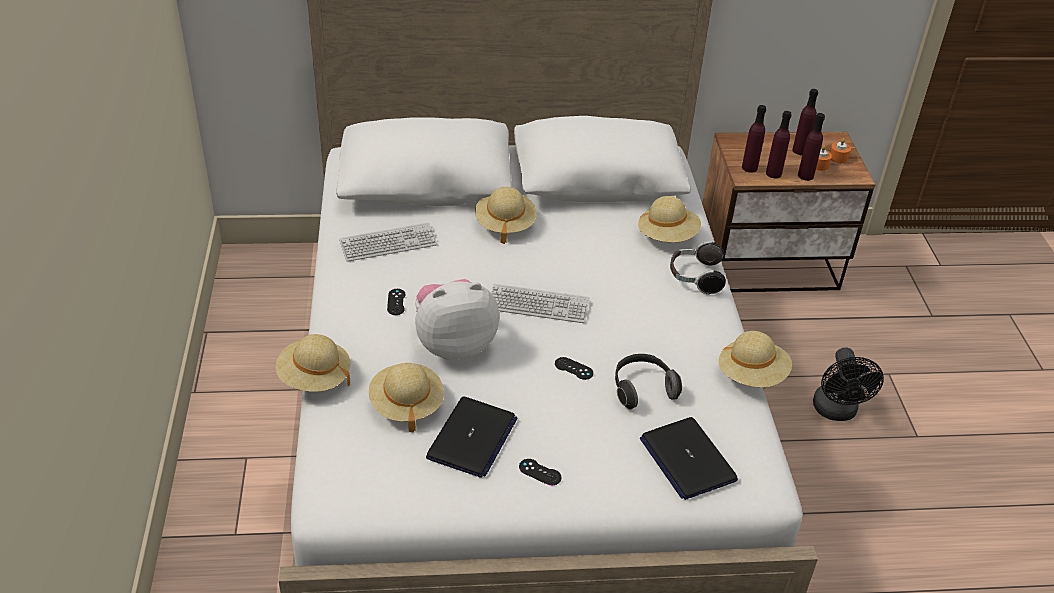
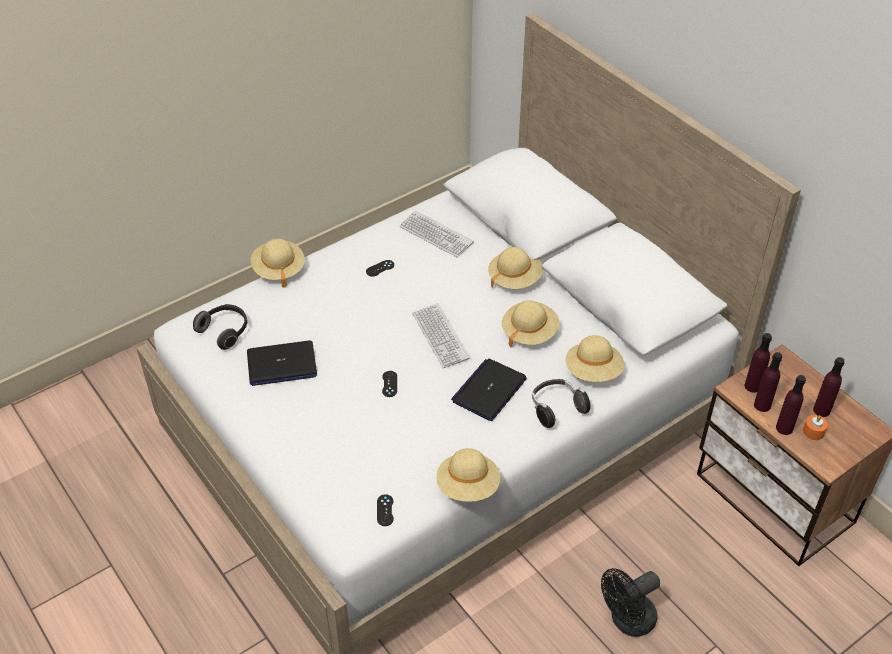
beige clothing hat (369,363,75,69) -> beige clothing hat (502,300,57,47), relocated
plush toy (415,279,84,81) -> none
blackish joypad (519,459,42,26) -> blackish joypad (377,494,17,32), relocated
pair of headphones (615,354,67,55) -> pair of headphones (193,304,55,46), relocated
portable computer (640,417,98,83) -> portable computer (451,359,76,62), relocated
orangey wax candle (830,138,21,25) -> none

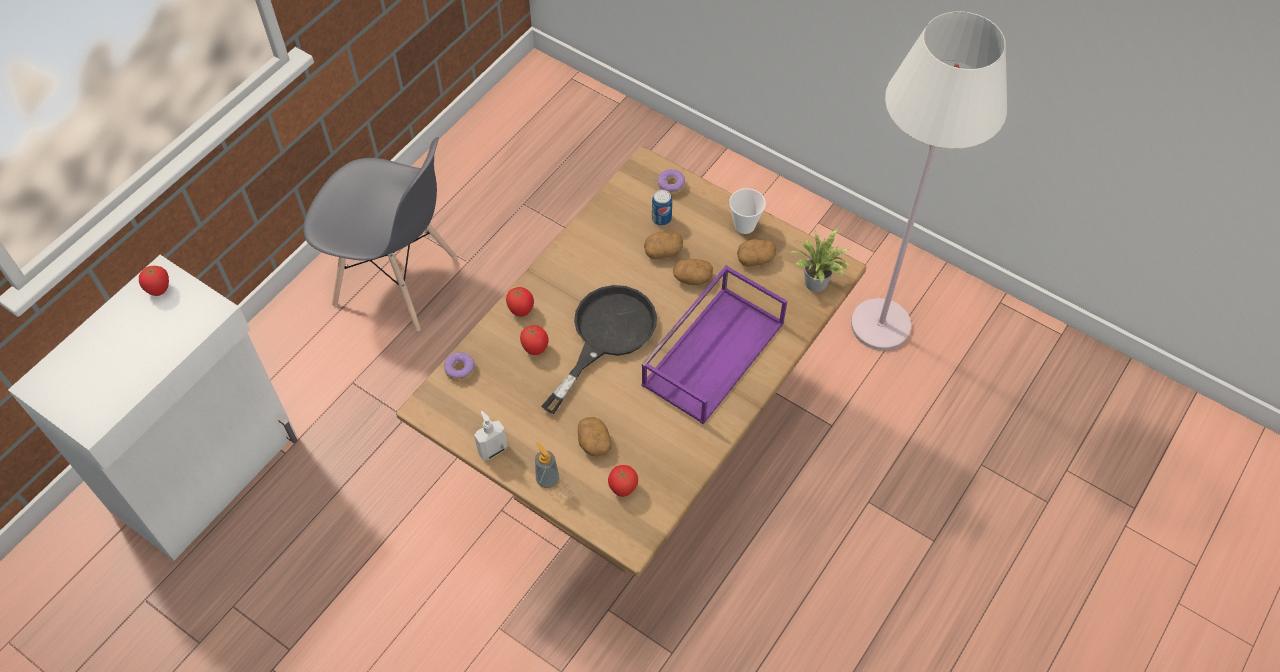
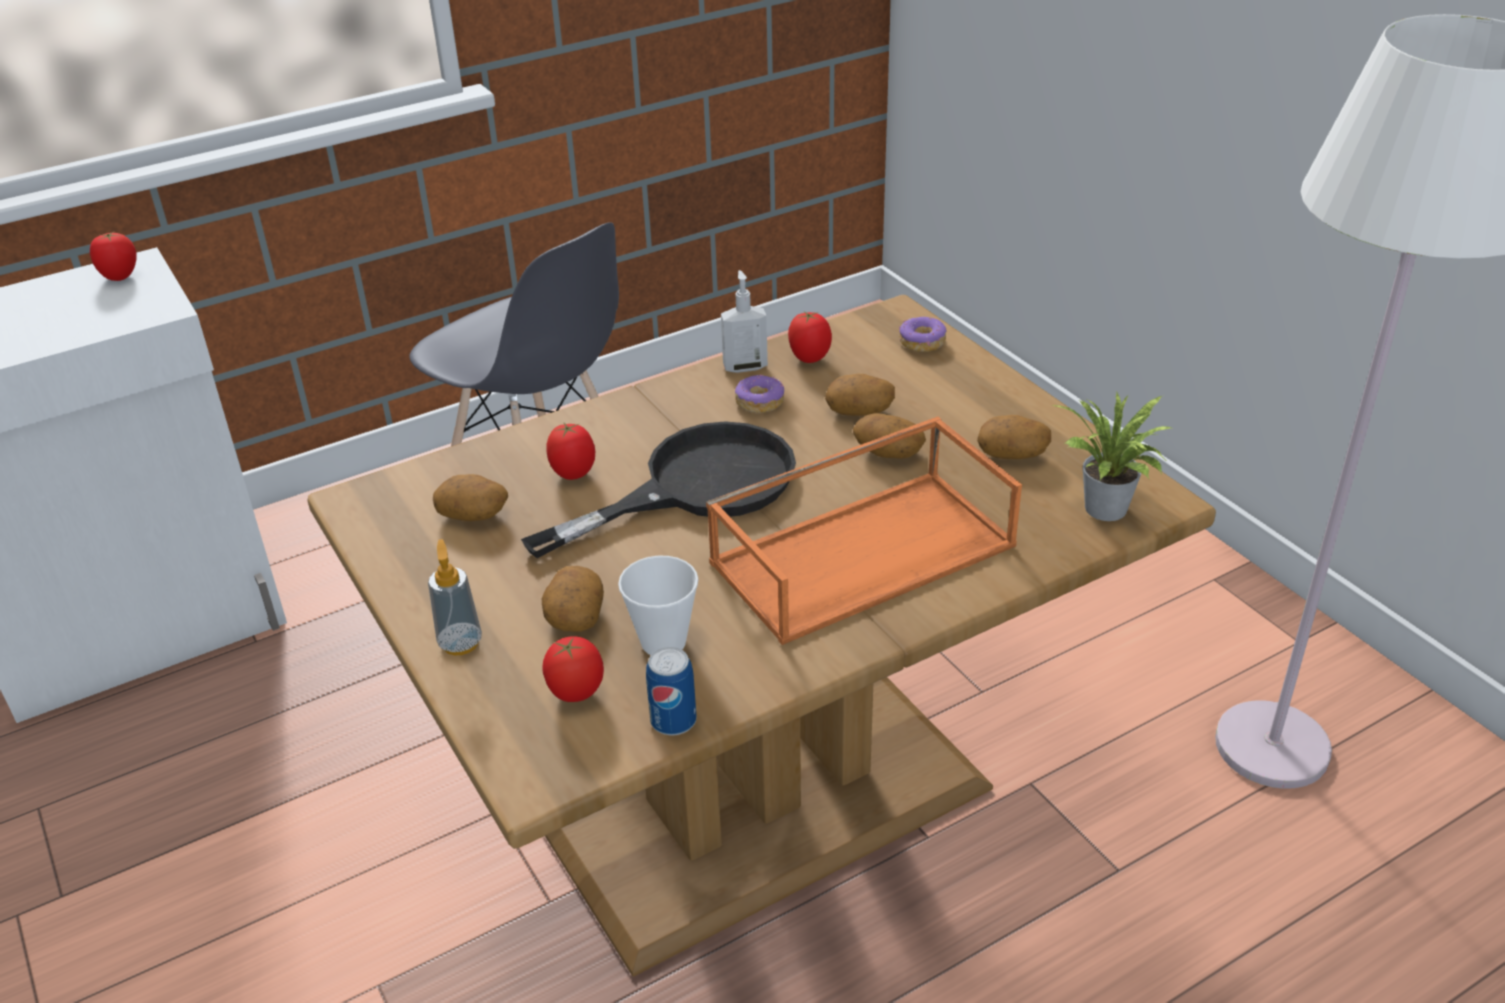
doughnut (444,352,31,29) -> doughnut (735,375,49,38), relocated
liquid soap bottle (474,411,34,49) -> liquid soap bottle (721,270,47,103), relocated
tomato (506,287,28,30) -> tomato (788,312,44,51), relocated
purple-coloured serving tray (641,265,146,159) -> orangey serving tray (706,417,316,228)
sealed can (652,190,20,36) -> sealed can (646,647,50,89), relocated
small cup (729,188,37,46) -> small cup (618,556,81,99), relocated
none -> potato (433,474,75,47)

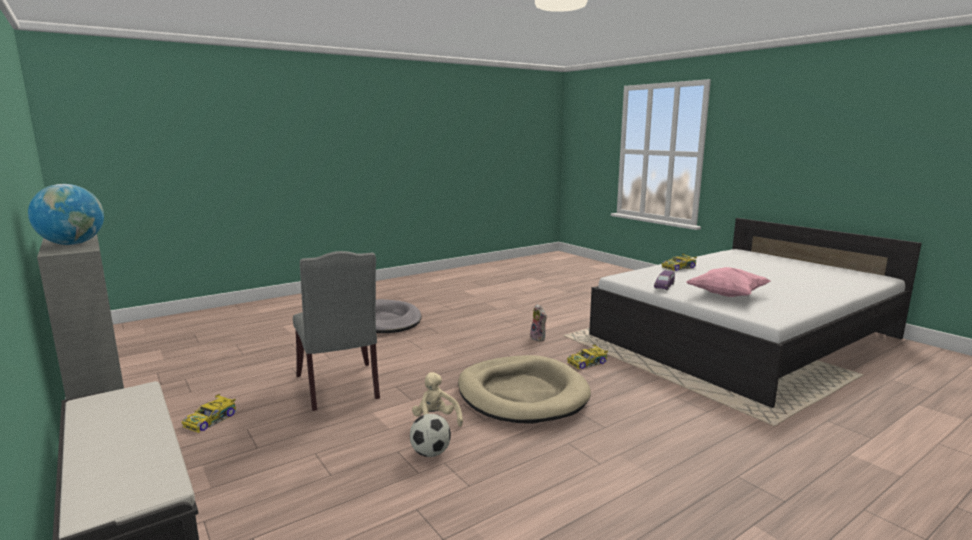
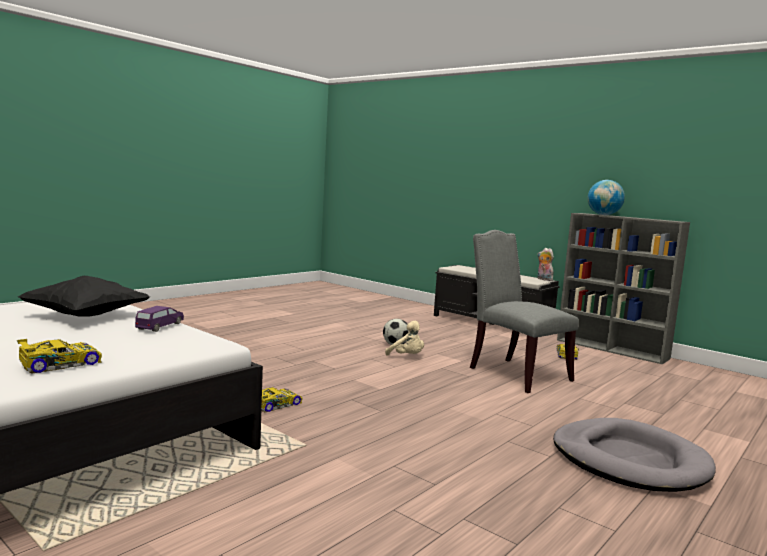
beige dog bed (458,355,133,69) -> none
plush toy (530,304,17,37) -> plush toy (537,248,17,33), relocated
pink-coloured cushion (687,267,83,30) -> blackish cushion (18,276,132,41)

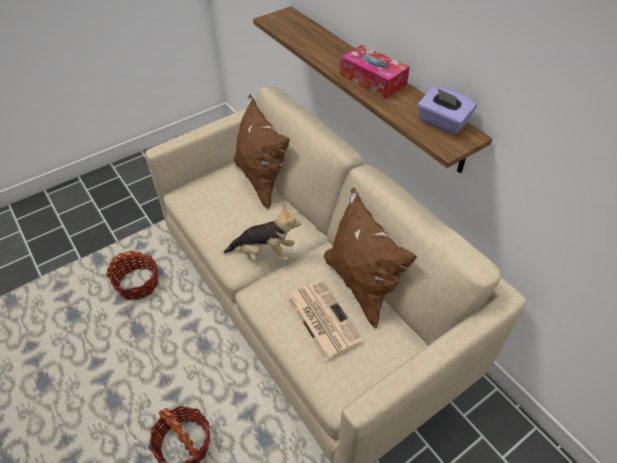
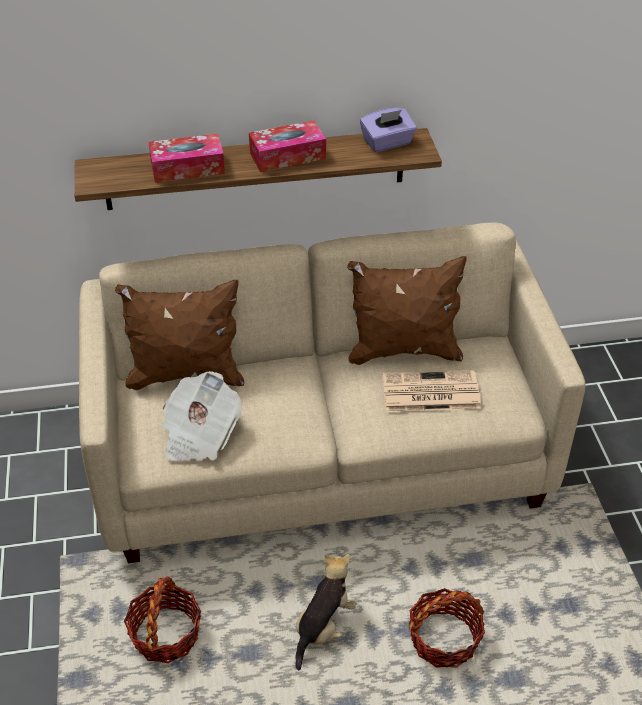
plush toy (224,205,77,56) -> plush toy (295,553,61,117), relocated
none -> box of tissues (149,134,76,48)
none -> newspaper (162,371,80,90)

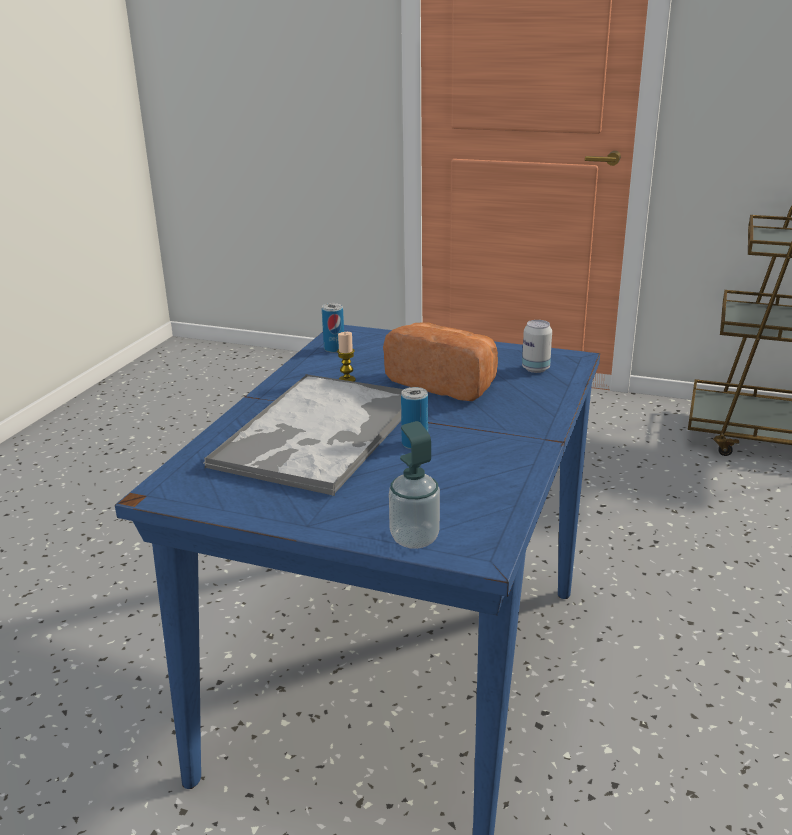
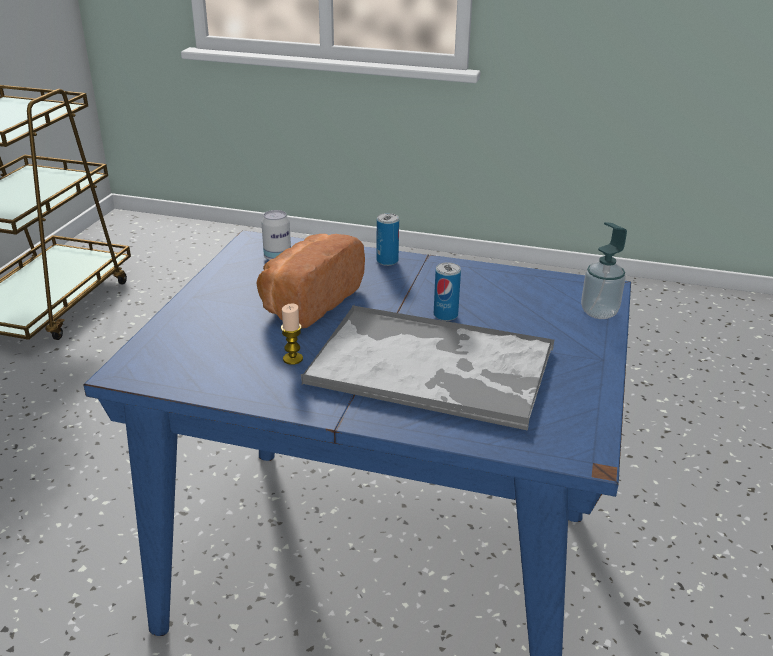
sealed can (322,303,22,50) -> sealed can (377,213,22,53), relocated

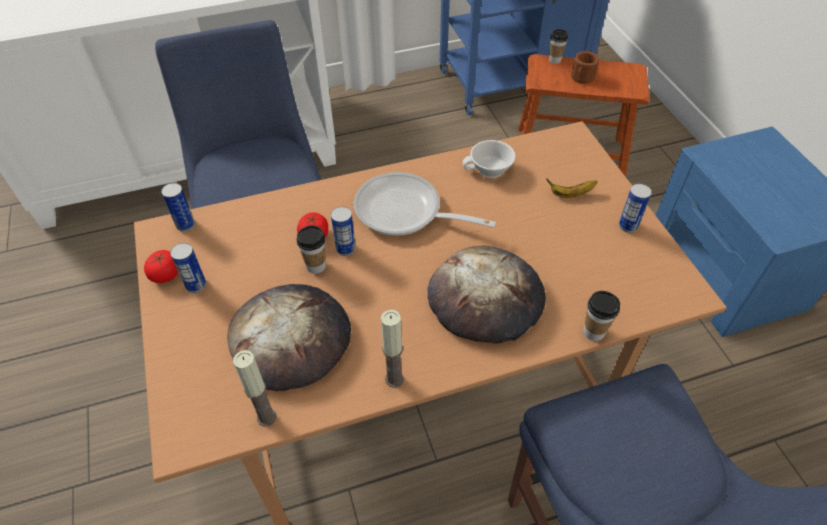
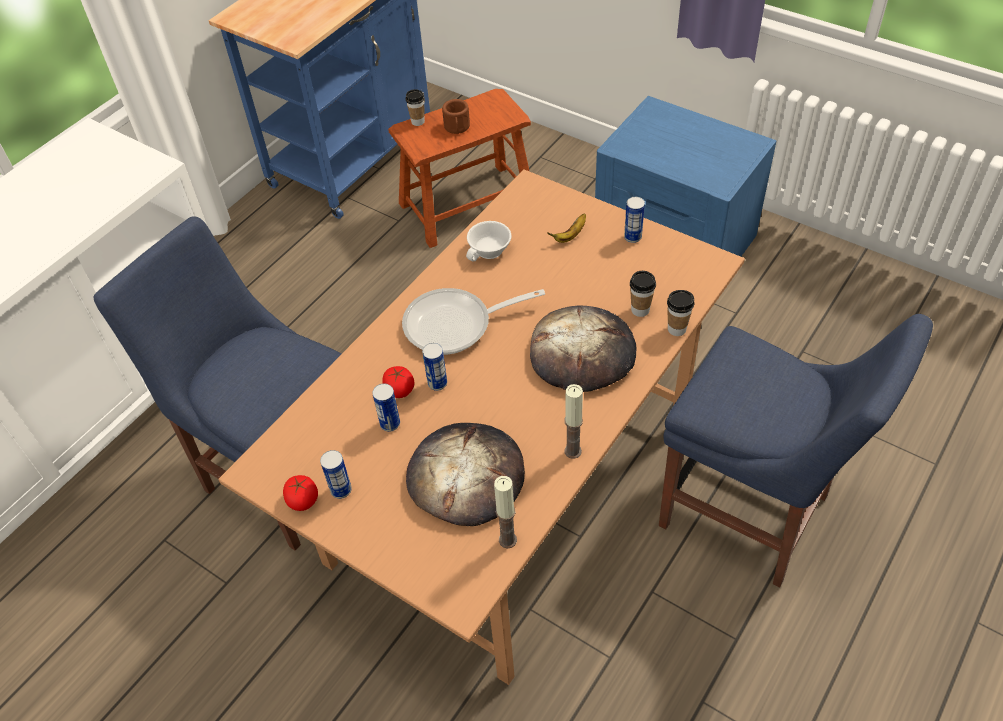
sealed can (161,183,34,49) -> sealed can (372,384,28,48), relocated
small cup (297,225,29,49) -> small cup (630,271,26,46), relocated

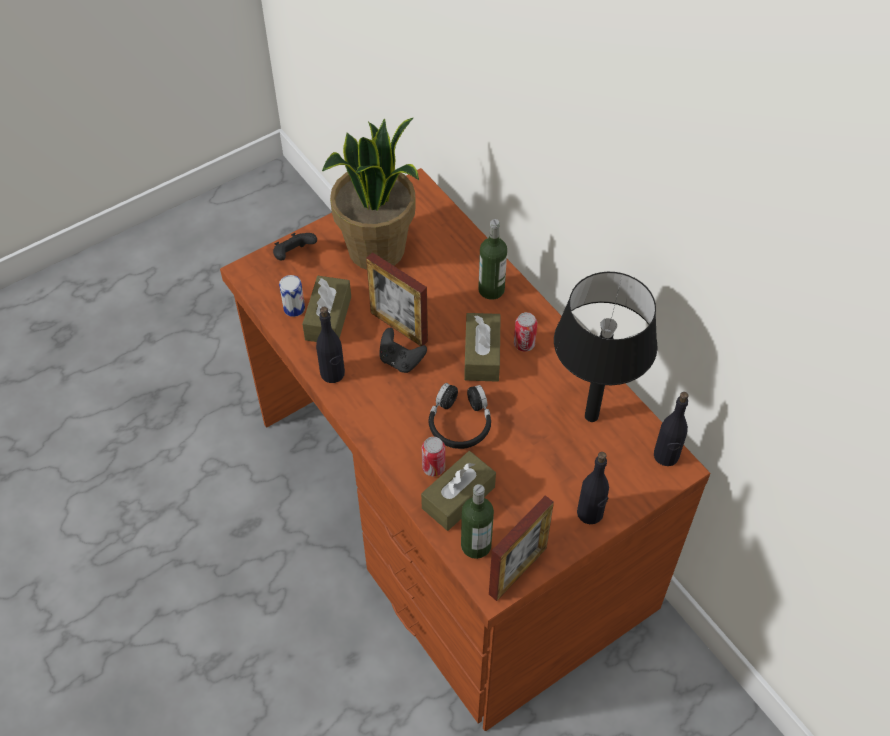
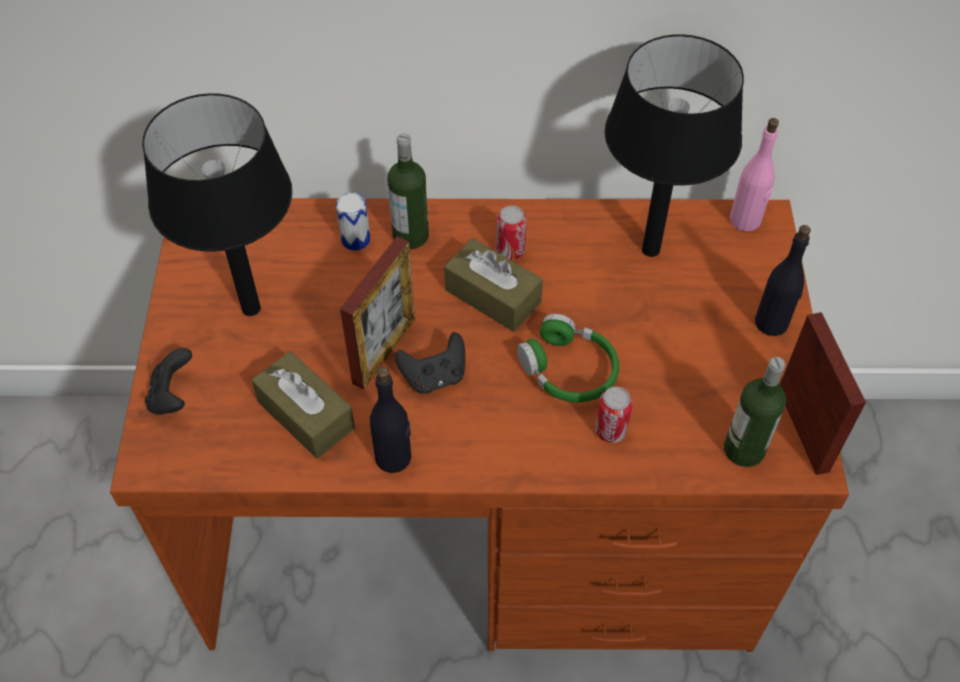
sealed can (279,275,26,42) -> sealed can (336,192,34,59), relocated
houseplant (322,118,97,152) -> blackish lamp for a table (142,93,150,223)
photo frame (366,252,62,94) -> photo frame (340,236,75,153), 45 degrees counterclockwise
brown-coloured box of tissues (421,451,75,80) -> none
blackish pair of headphones (429,383,62,66) -> green-coloured pair of headphones (517,314,102,88)
blackish bottle (654,392,34,74) -> pink-coloured bottle (730,118,49,113)

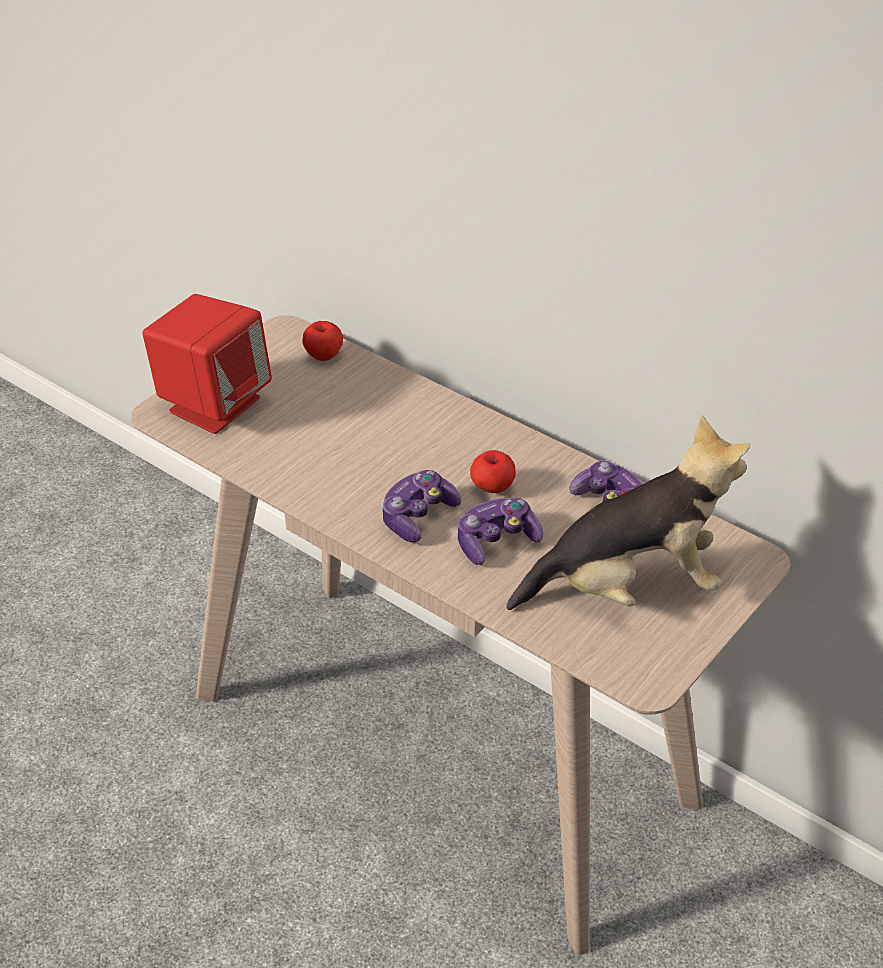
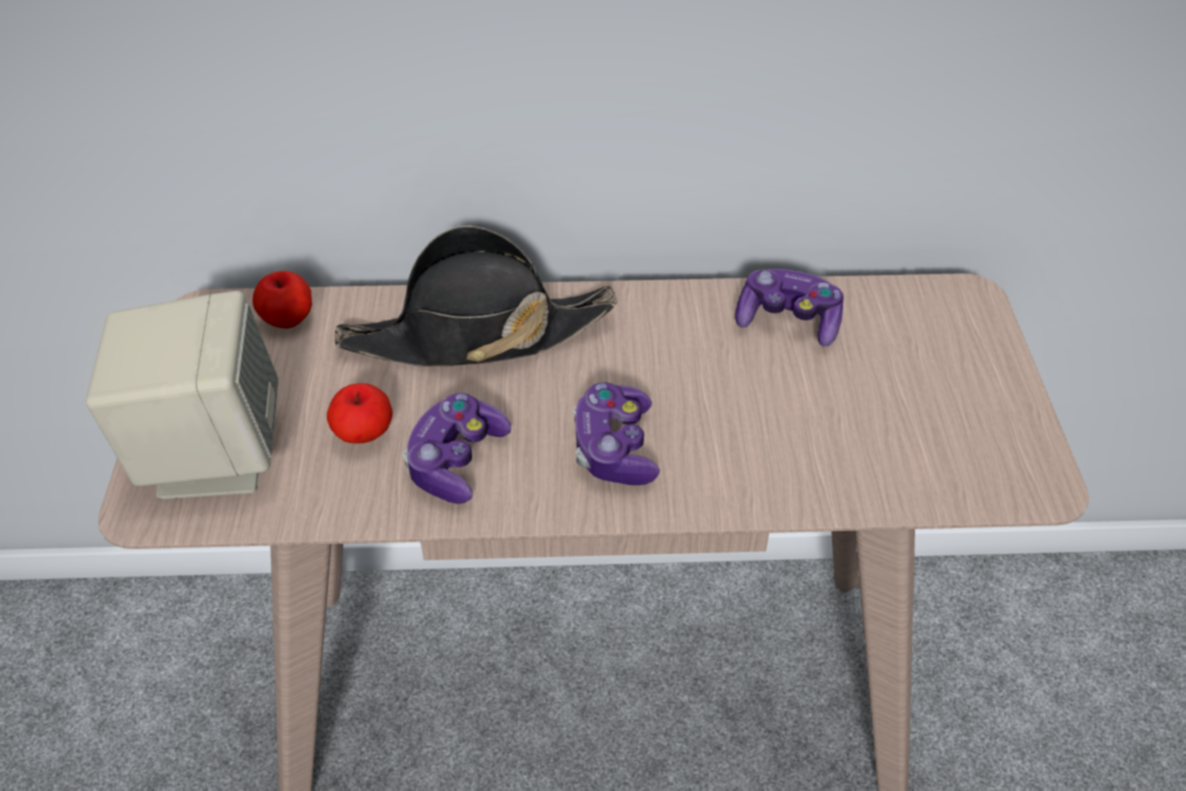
reddish speaker (142,294,130,140) -> beige speaker (86,291,193,208)
joypad (458,498,85,67) -> joypad (403,393,108,111), relocated
apple fruit (470,450,46,43) -> apple fruit (327,383,66,61), relocated
plush toy (506,415,244,195) -> none
none -> blackish clothing hat (334,225,283,141)

